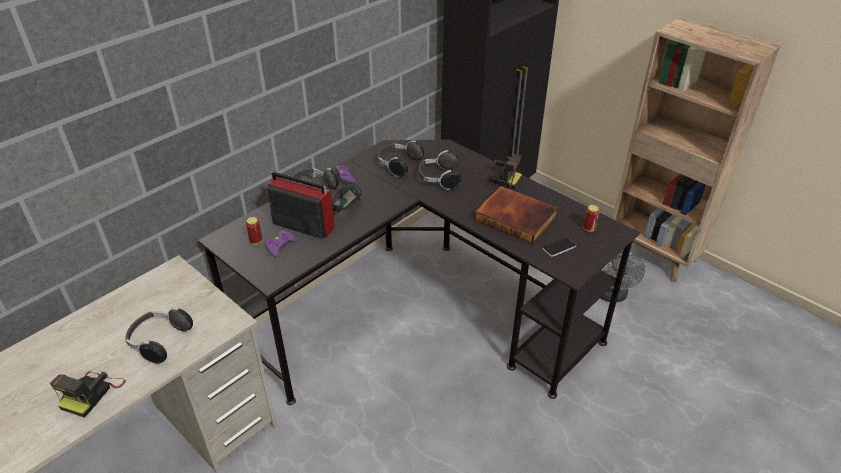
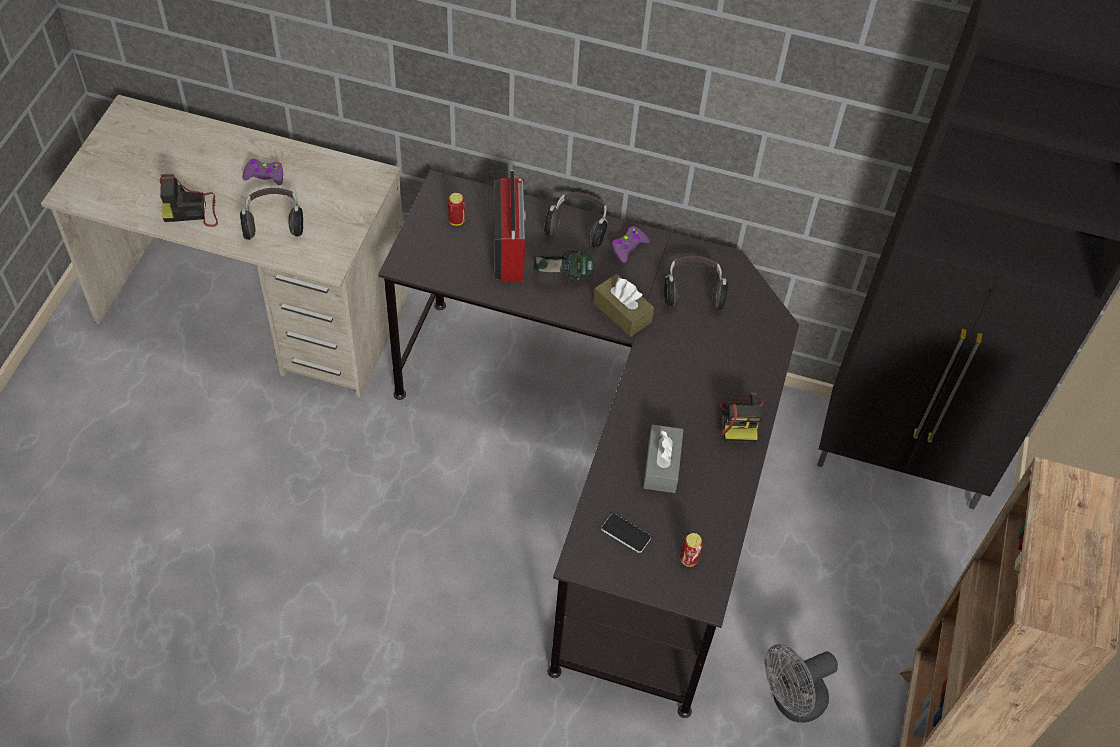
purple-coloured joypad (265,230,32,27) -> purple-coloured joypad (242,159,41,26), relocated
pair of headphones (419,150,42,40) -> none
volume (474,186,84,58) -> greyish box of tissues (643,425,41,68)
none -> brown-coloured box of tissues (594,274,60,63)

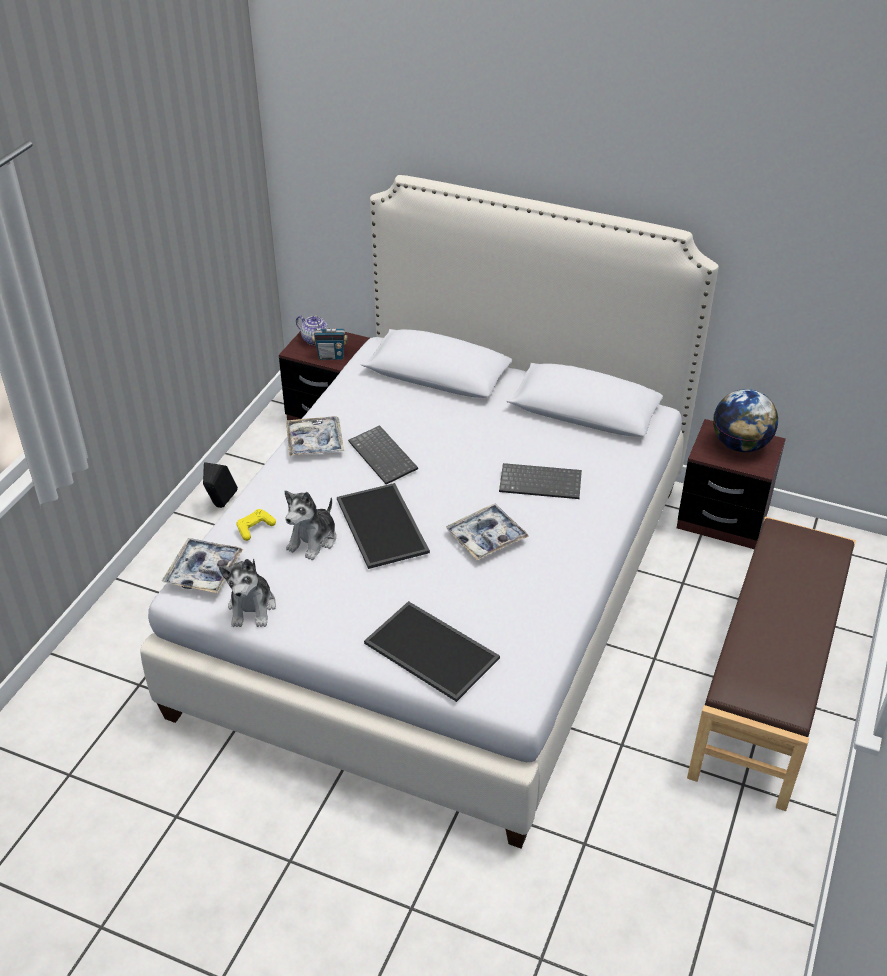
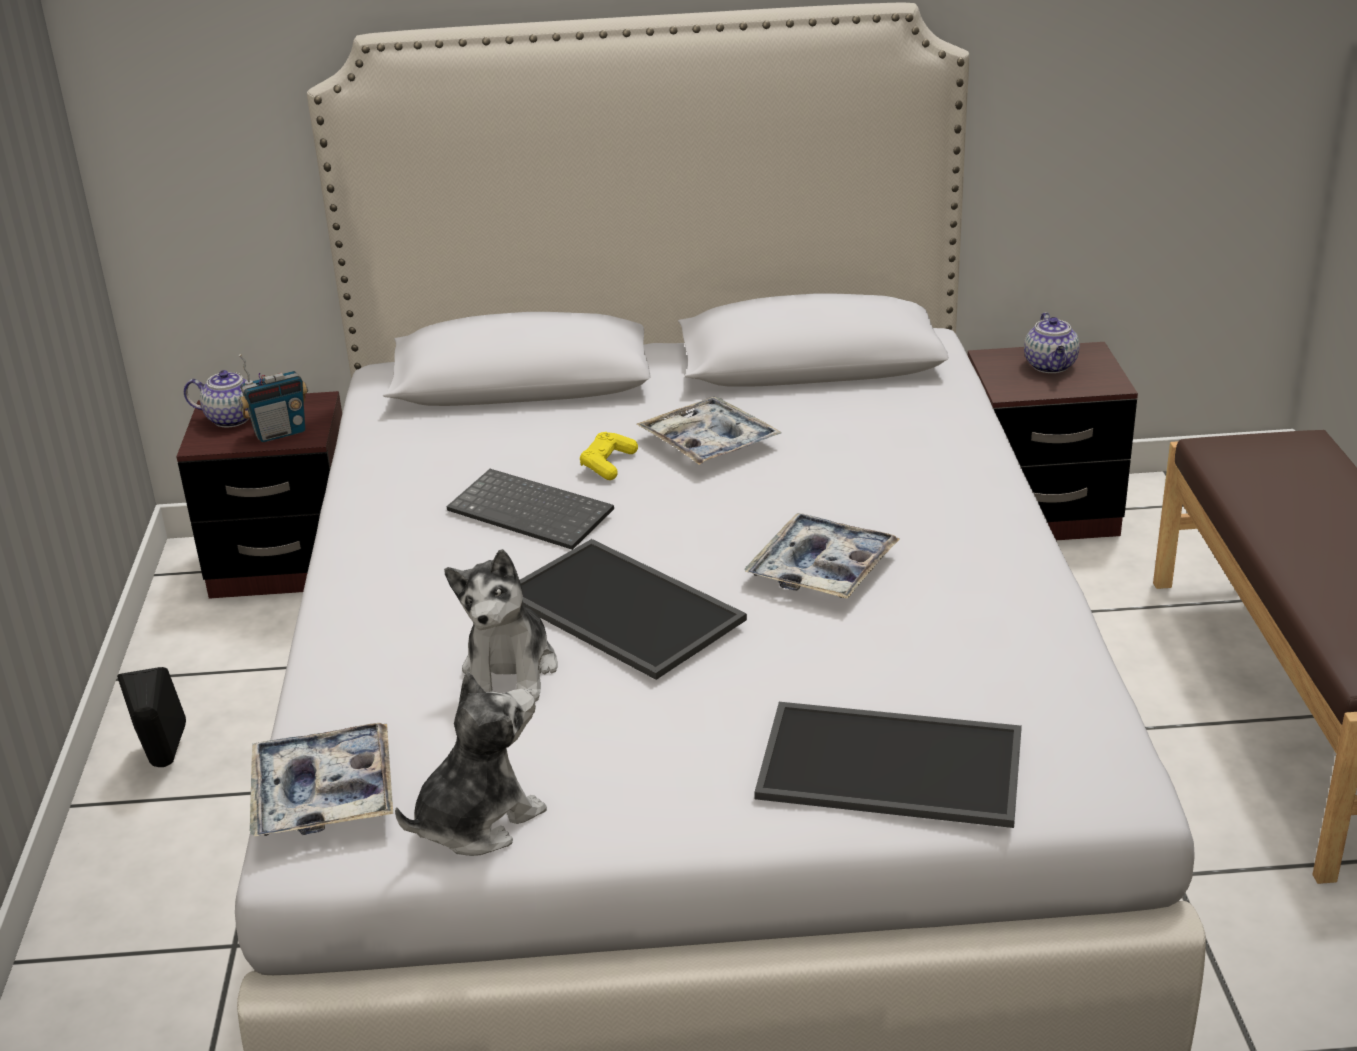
plush toy (219,559,57,68) -> plush toy (395,671,152,185), 105 degrees counterclockwise
yellow joypad (236,509,40,32) -> yellow joypad (580,432,58,48), relocated
serving tray (286,416,58,40) -> serving tray (637,397,144,68), relocated
PC keyboard (499,463,83,36) -> none
world globe (713,389,65,63) -> pot for tea (1024,312,56,61)

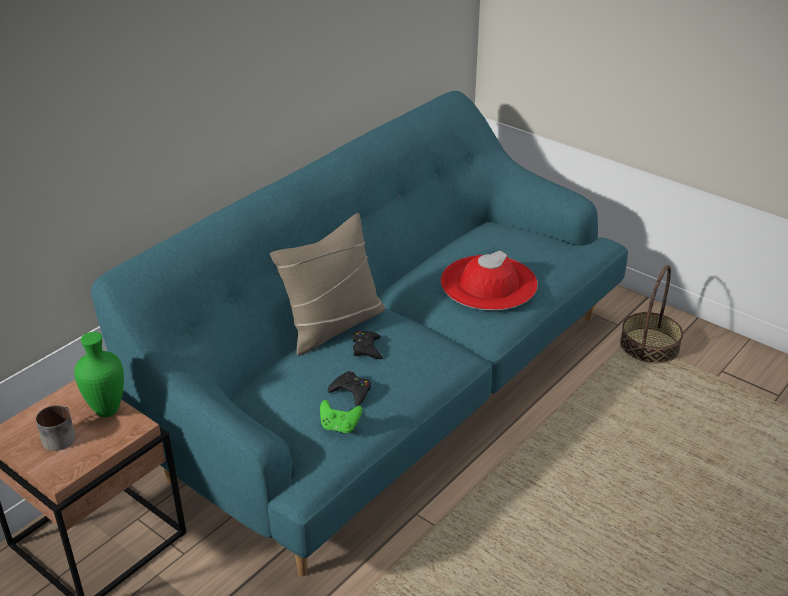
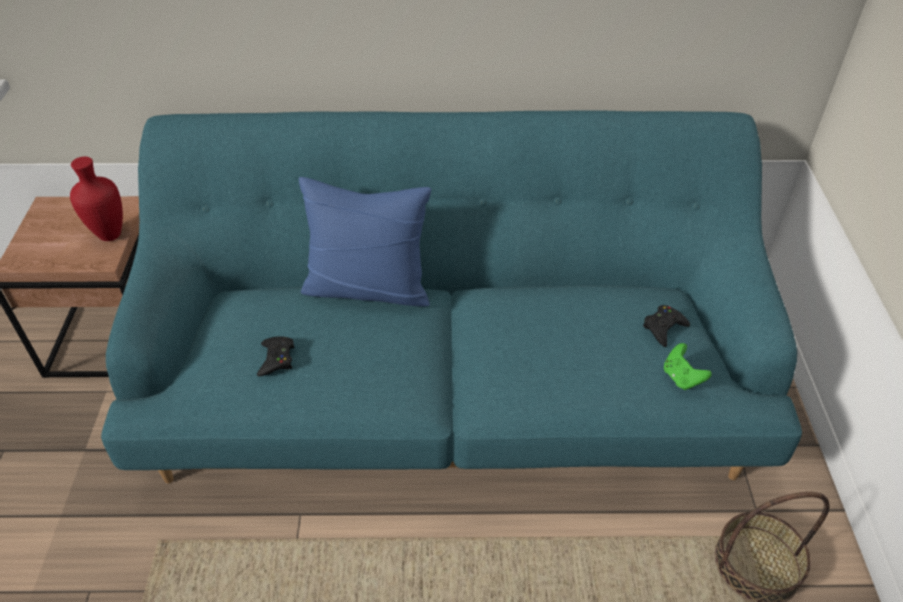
mug (36,405,39,46) -> none
green-coloured flower vase (74,332,50,85) -> reddish flower vase (70,157,53,84)
beige cushion (270,213,115,143) -> bluish cushion (299,177,132,130)
green-coloured joypad (320,400,42,33) -> green-coloured joypad (664,343,48,47), relocated
blackish joypad (352,331,31,28) -> blackish joypad (643,305,47,42), relocated
reddish clothing hat (441,250,97,60) -> none

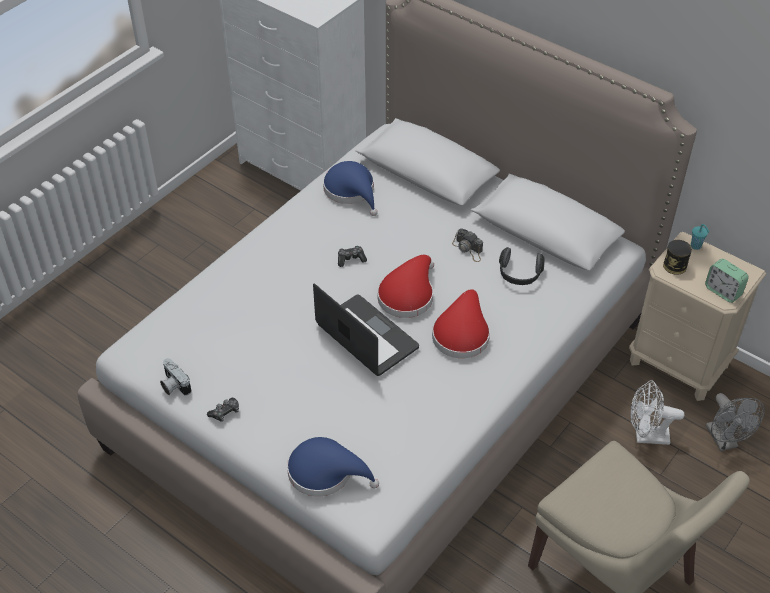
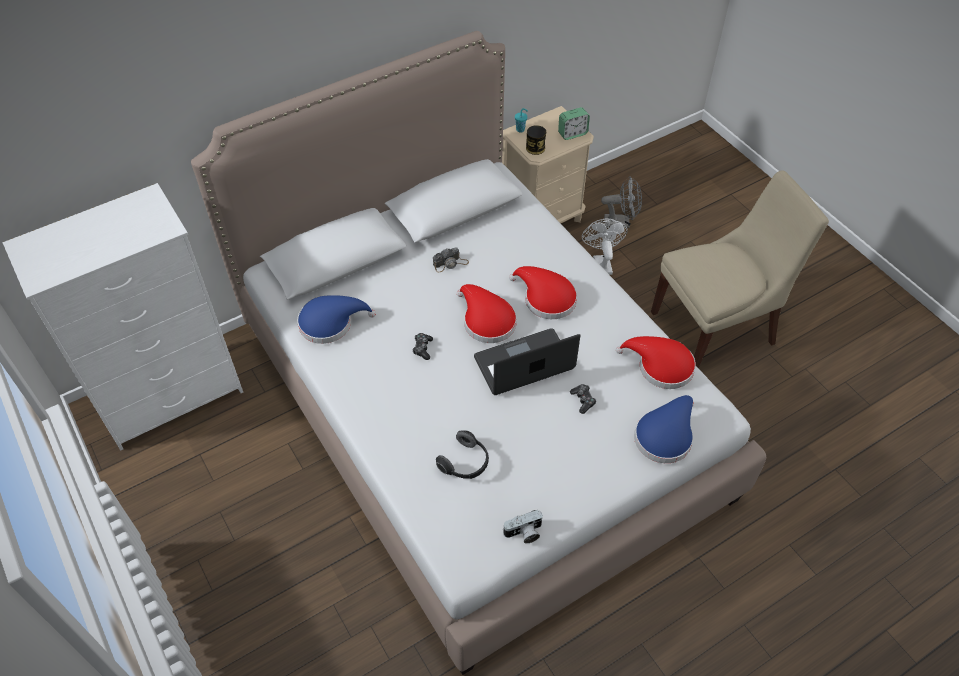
joypad (207,398,32,24) -> joypad (570,384,26,30), relocated
pair of headphones (499,247,46,38) -> pair of headphones (436,430,53,49), relocated
whitish electric fan (630,380,55,65) -> whitish electric fan (582,218,46,57), 150 degrees clockwise
none -> reddish clothing hat (616,336,80,53)

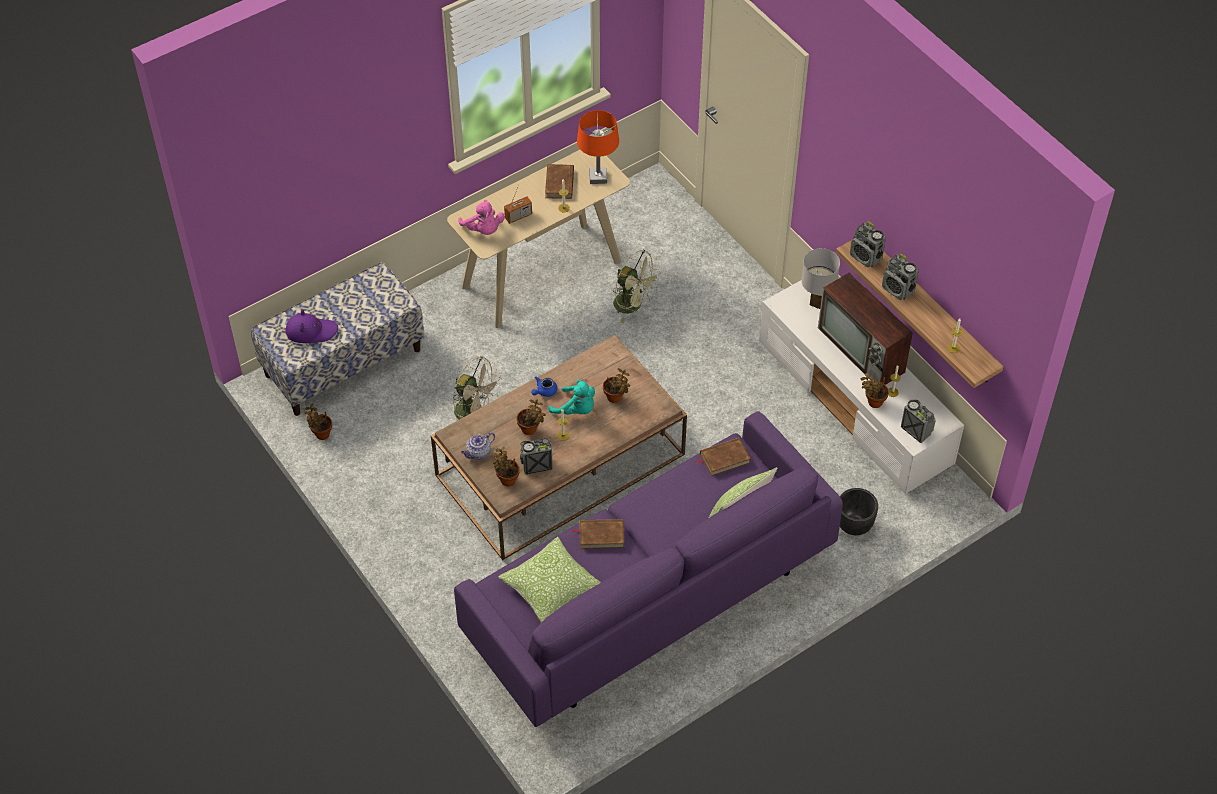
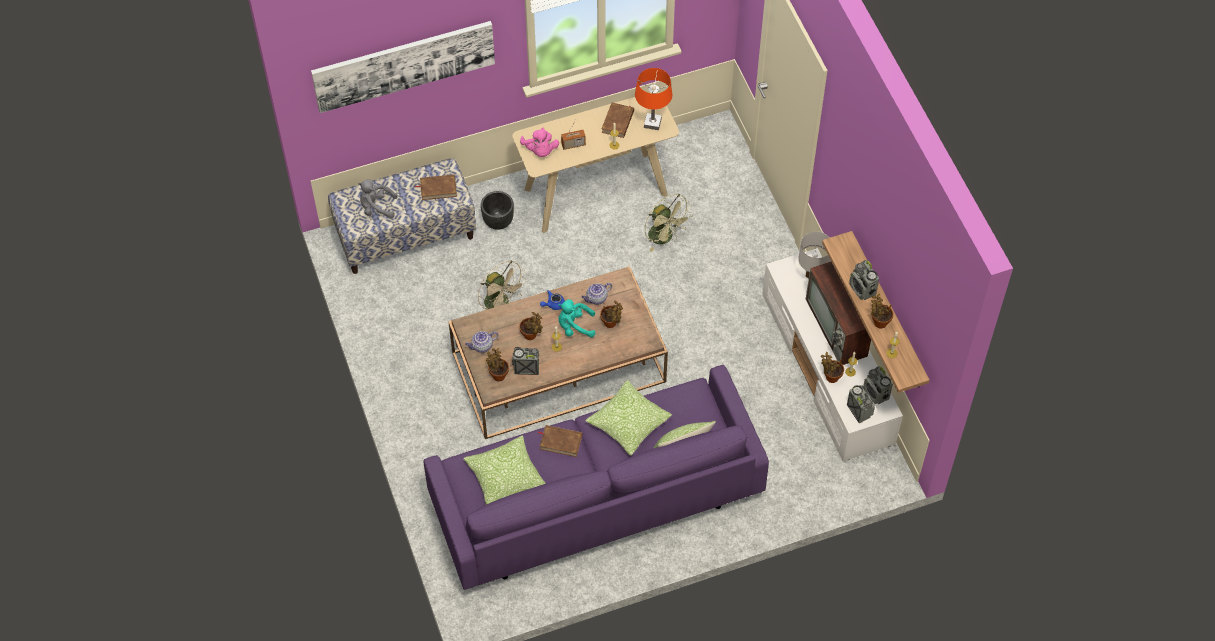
purple-coloured clothing hat (286,309,52,34) -> greyish plush toy (359,179,39,39)
houseplant (304,404,28,36) -> houseplant (871,294,22,34), relocated
turquoise-coloured plush toy (548,380,47,35) -> turquoise-coloured plush toy (558,299,37,38), 135 degrees clockwise
brown-coloured volume (695,438,56,38) -> brown-coloured volume (415,174,42,26), relocated
blackish flower pot (840,488,38,47) -> blackish flower pot (481,191,33,39), relocated
radio set (850,221,36,46) -> radio set (863,366,30,38), relocated
none -> wall art (311,21,184,92)
none -> pot for tea (582,283,30,22)
none -> cushion (585,380,87,76)

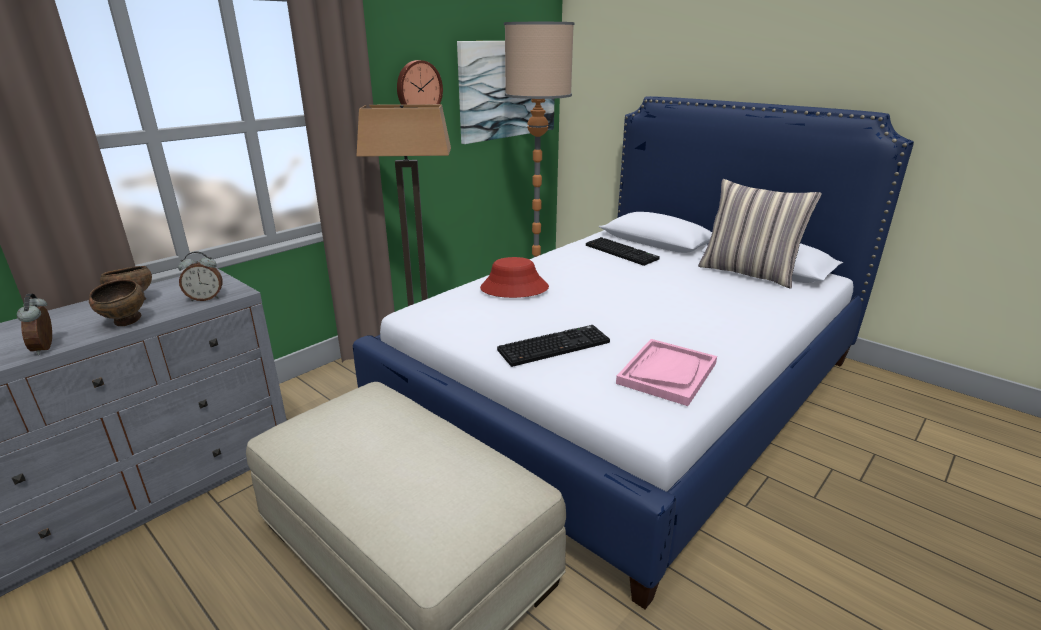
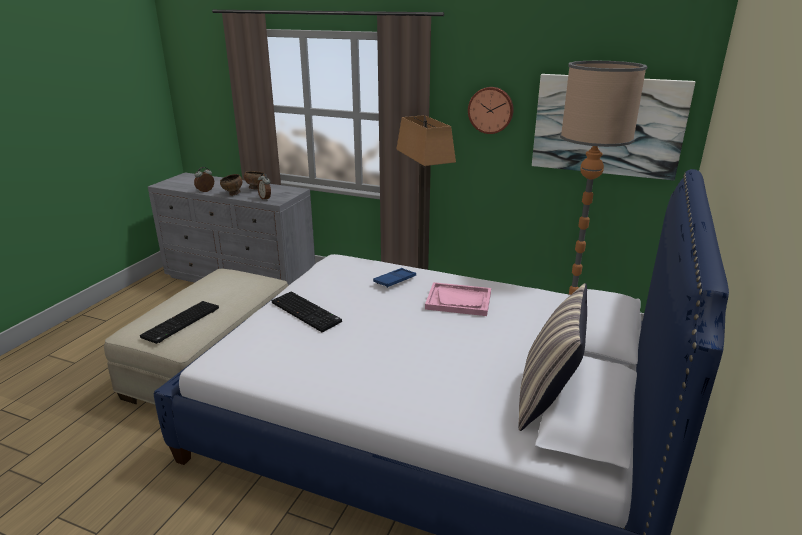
reddish clothing hat (480,257,69,41) -> bluish serving tray (373,268,43,20)
PC keyboard (586,237,74,29) -> PC keyboard (140,301,79,43), relocated
pink-coloured serving tray (616,339,101,67) -> pink-coloured serving tray (425,282,66,34), relocated

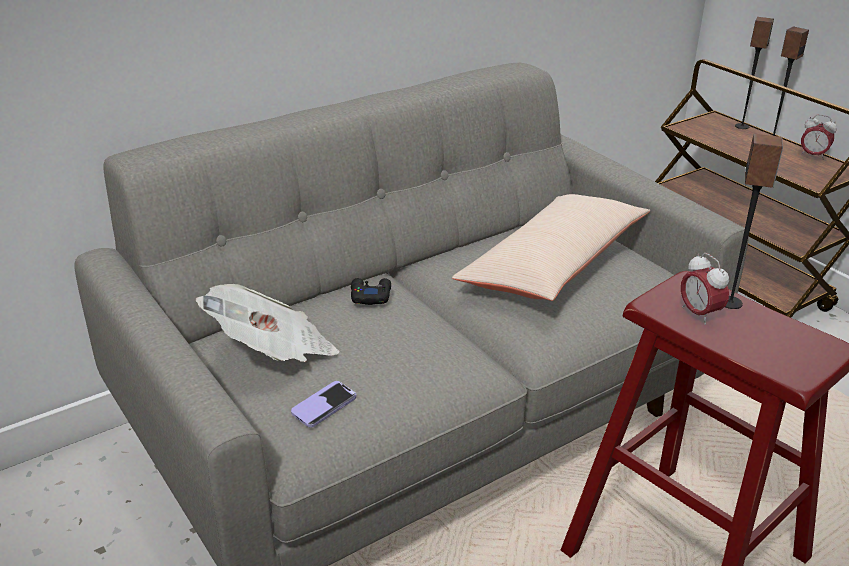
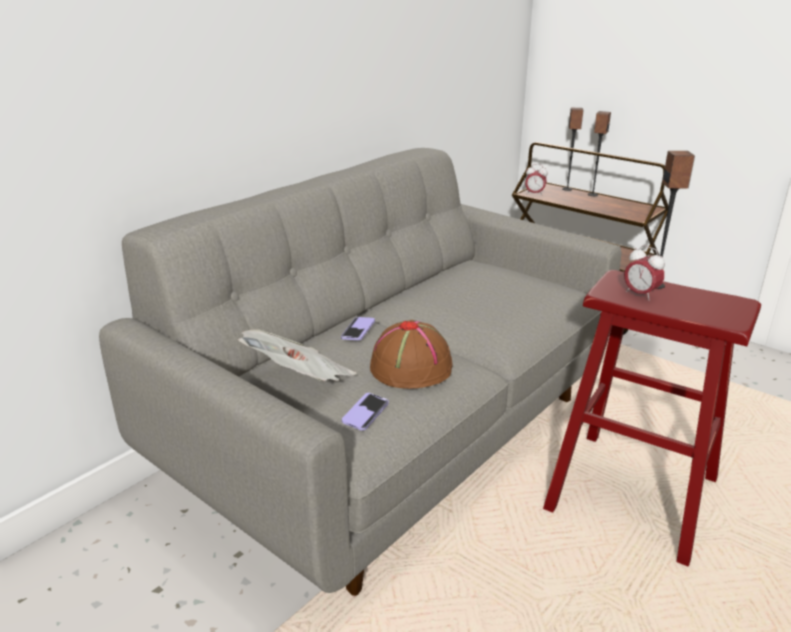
blackish joypad (351,278,40,27) -> handset (341,317,34,23)
beige cushion (452,194,198,107) -> none
bedside clock (801,114,36,46) -> bedside clock (525,164,22,32), relocated
none -> brown-coloured clothing hat (370,320,83,69)

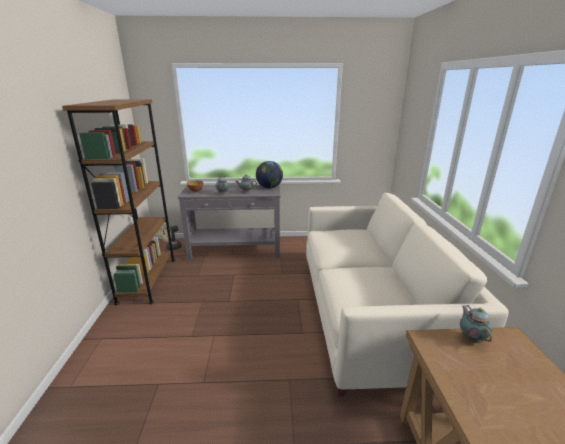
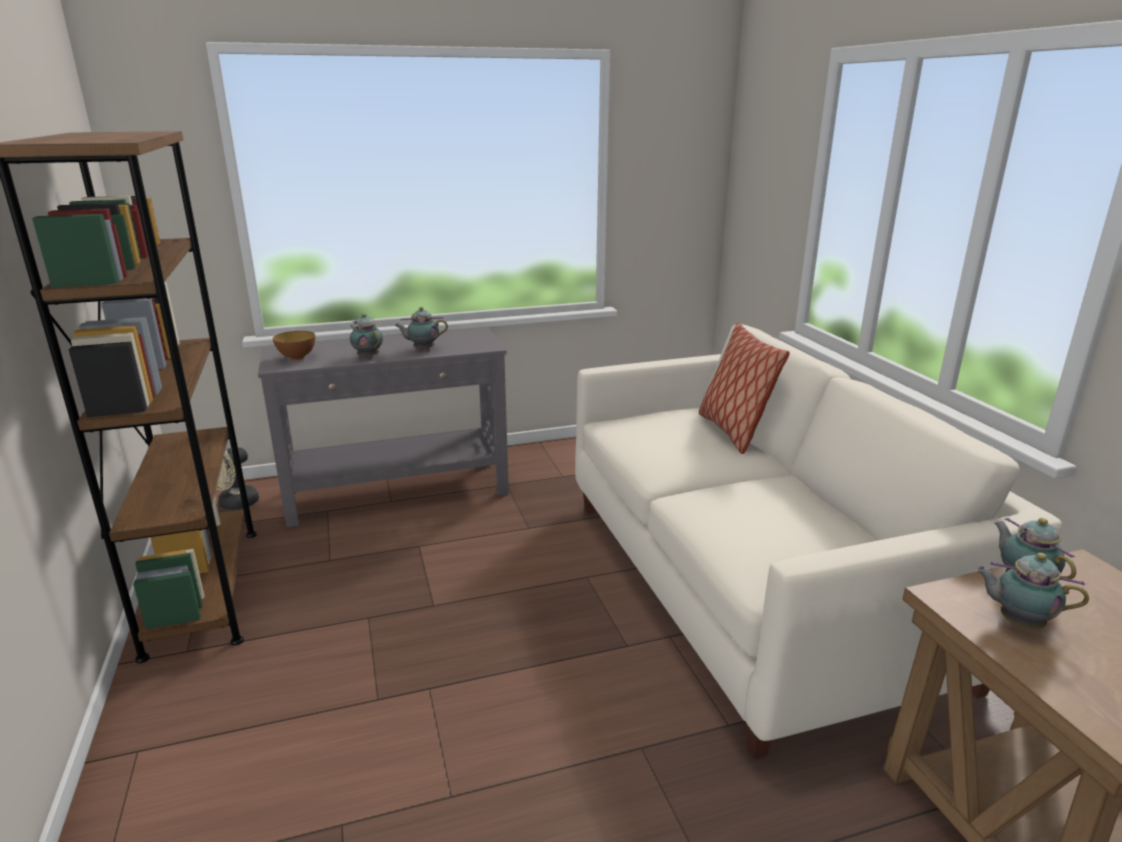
world globe (256,161,27,27) -> none
none -> cushion (699,323,91,131)
none -> pot for tea (975,553,114,76)

